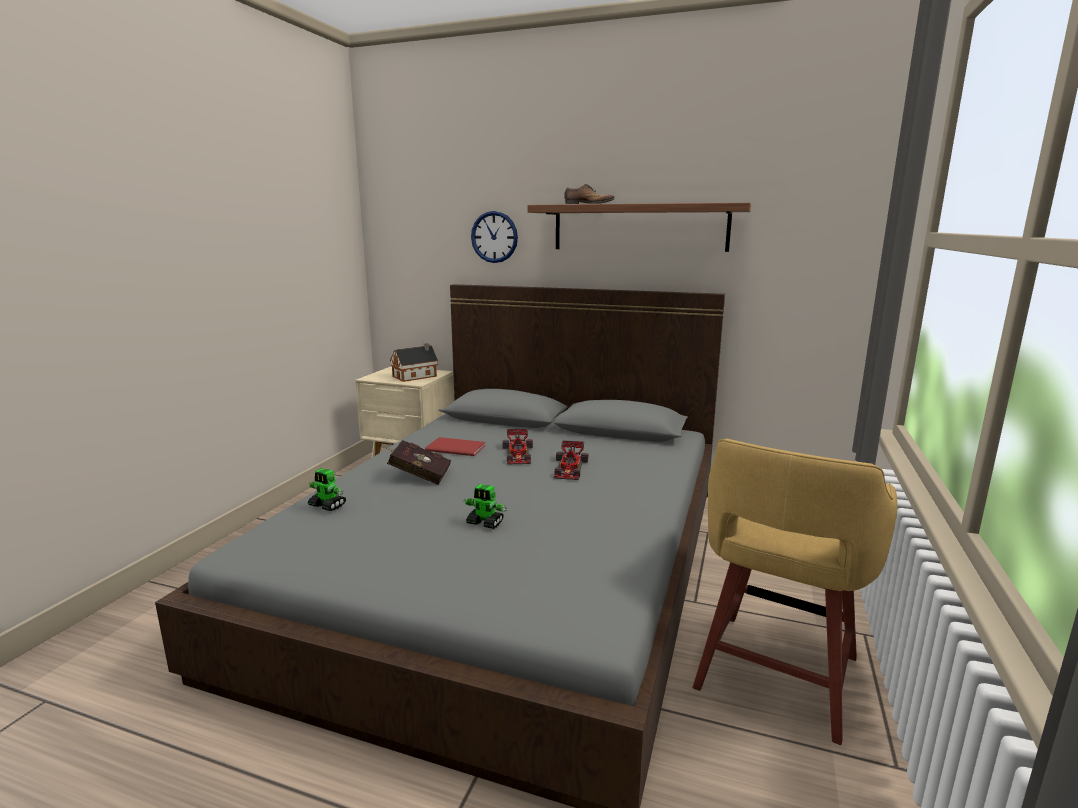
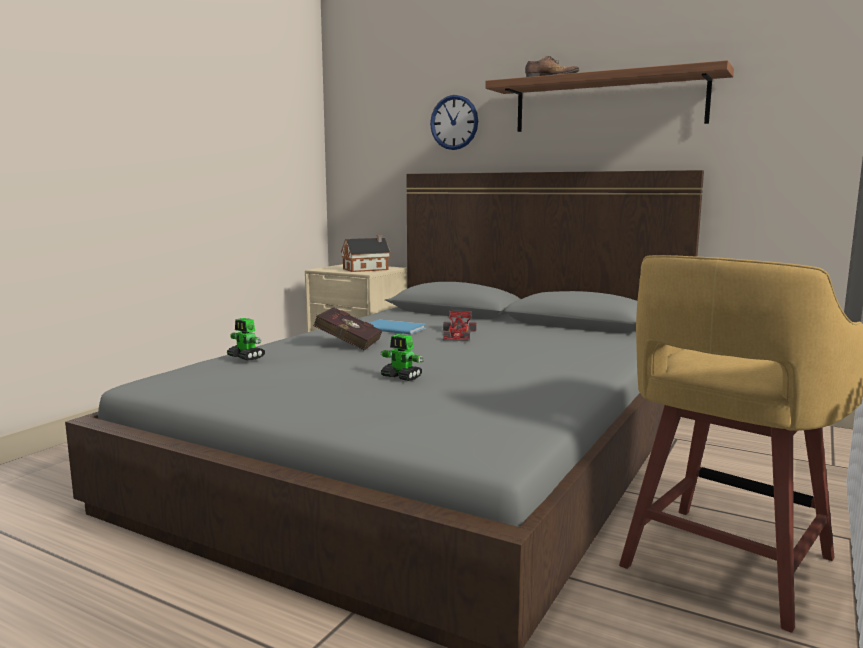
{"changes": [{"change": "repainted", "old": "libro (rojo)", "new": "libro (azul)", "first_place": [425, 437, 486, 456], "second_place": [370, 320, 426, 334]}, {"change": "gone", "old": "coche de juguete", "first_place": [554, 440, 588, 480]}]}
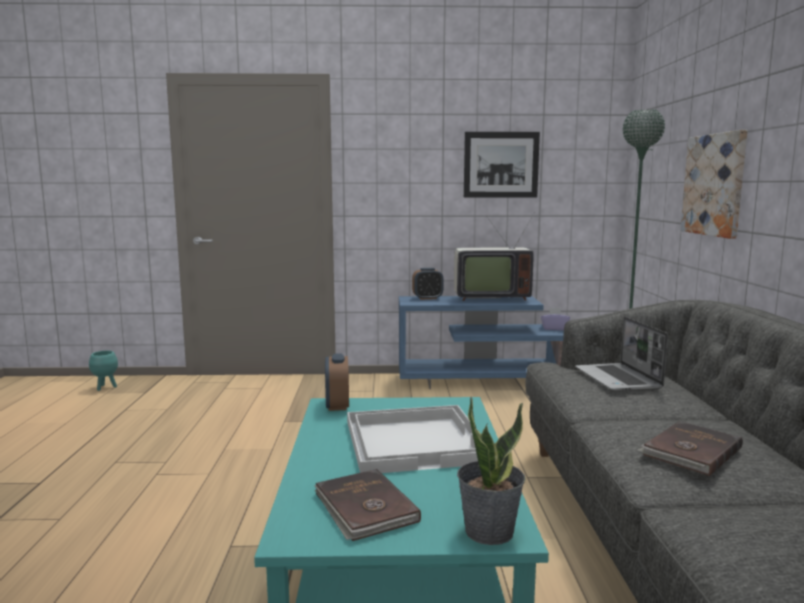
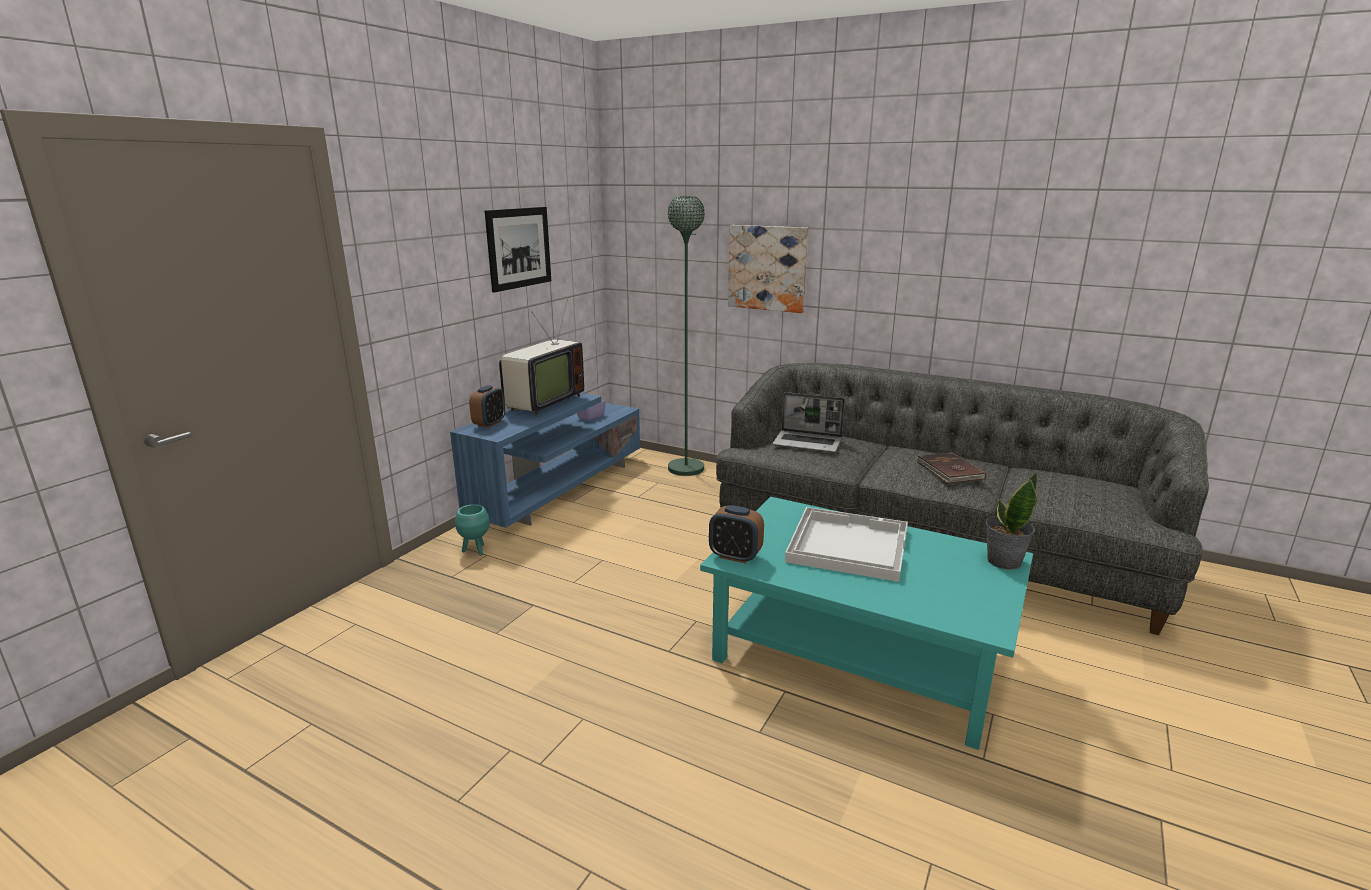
{"changes": [{"change": "shifted", "old": "maceta (turquesa)", "first_place": [89, 351, 118, 391], "second_place": [455, 504, 490, 555]}, {"change": "gone", "old": "libro (marrón)", "first_place": [314, 469, 421, 541]}]}
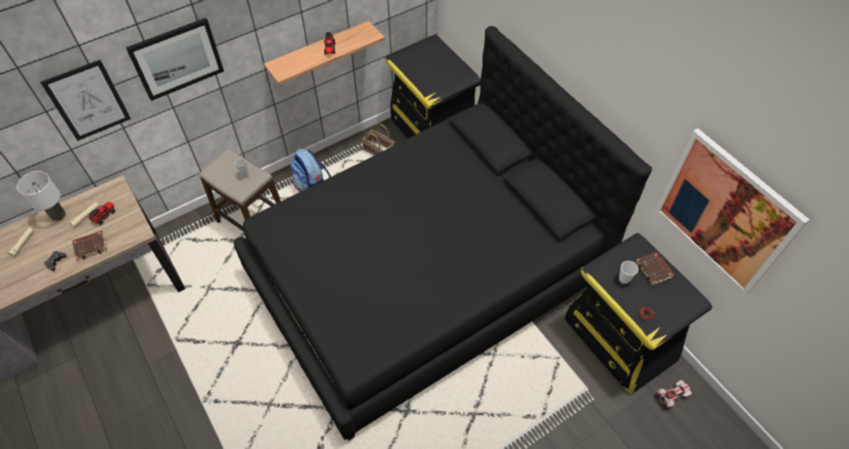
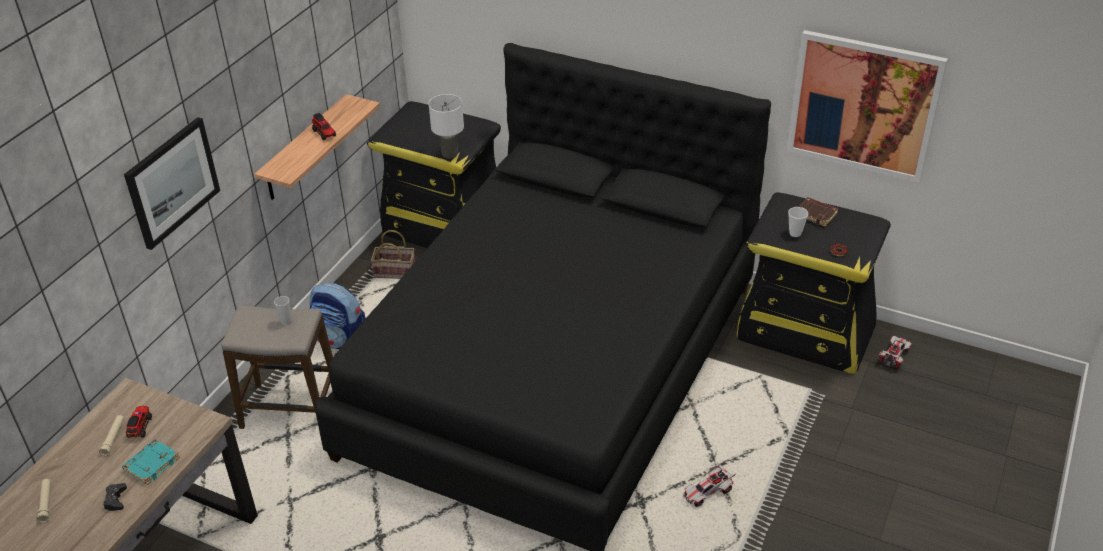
{"changes": [{"change": "repainted", "old": "libro (marrón)", "new": "libro (turquesa)", "first_place": [72, 231, 107, 261], "second_place": [122, 439, 180, 485]}, {"change": "shifted", "old": "lámpara de mesa (blanco)", "first_place": [17, 171, 65, 221], "second_place": [429, 94, 464, 159]}, {"change": "new", "new": "coche de juguete", "second_place": [683, 461, 736, 507]}, {"change": "gone", "old": "cuadro", "first_place": [40, 60, 131, 141]}]}
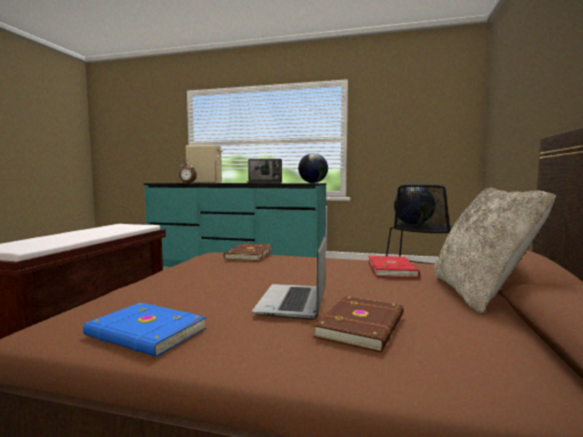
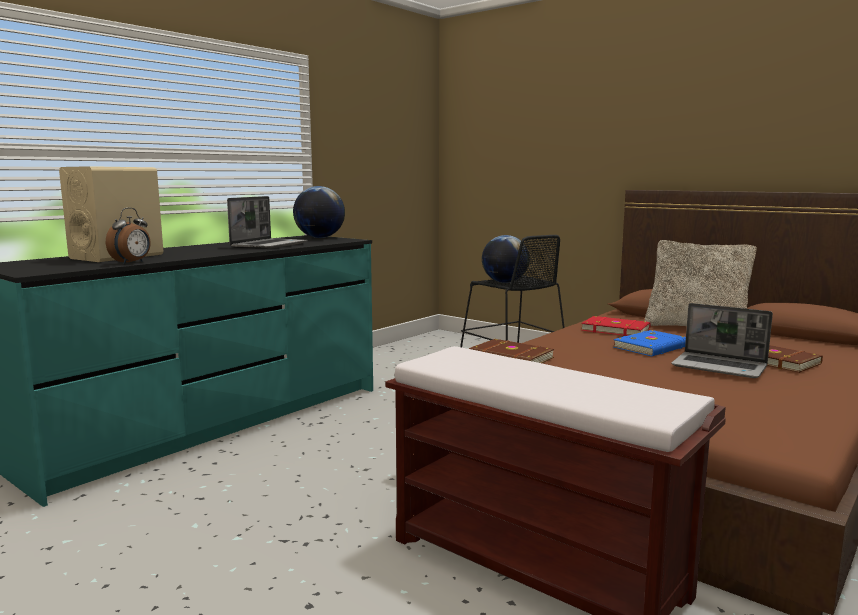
{"changes": [{"change": "shifted", "old": "libro (azul)", "first_place": [83, 302, 207, 357], "second_place": [613, 330, 686, 356]}]}
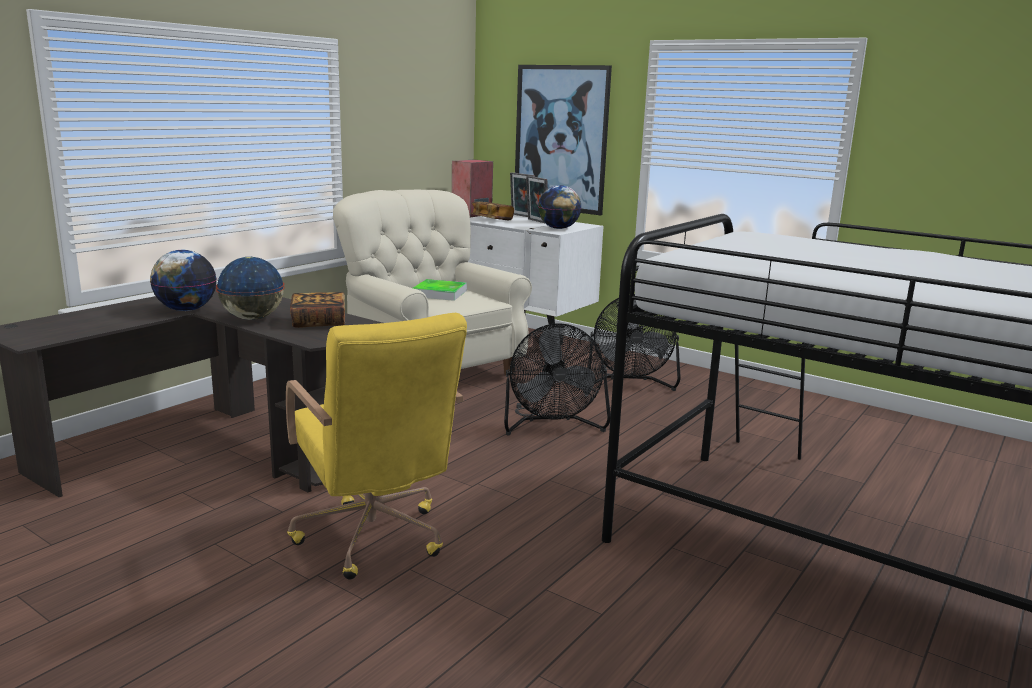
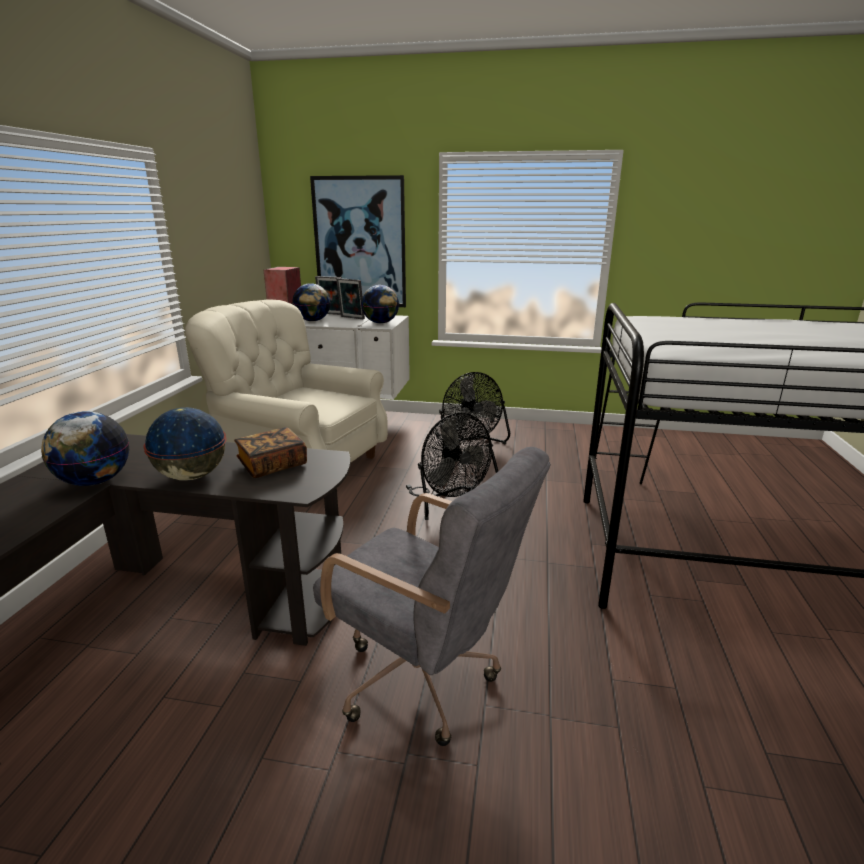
{"changes": [{"change": "swapped", "old": "libro", "new": "globo terráqueo", "first_place": [471, 202, 514, 221], "second_place": [292, 283, 330, 321]}, {"change": "repainted", "old": "silla de oficina (amarillo)", "new": "silla de oficina (gris)", "first_place": [286, 313, 467, 579], "second_place": [313, 447, 551, 746]}, {"change": "gone", "old": "bandeja", "first_place": [413, 279, 467, 301]}]}
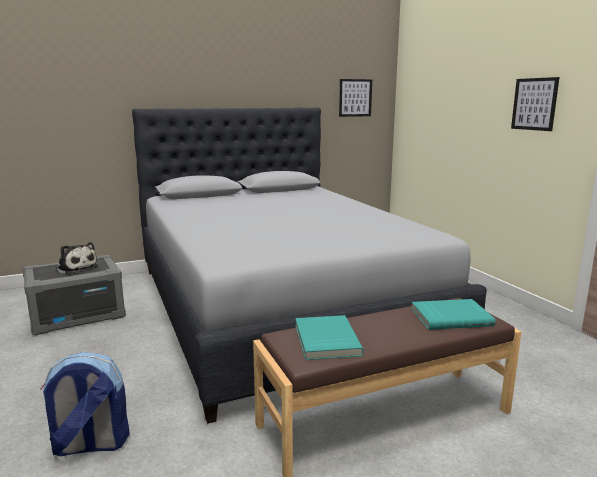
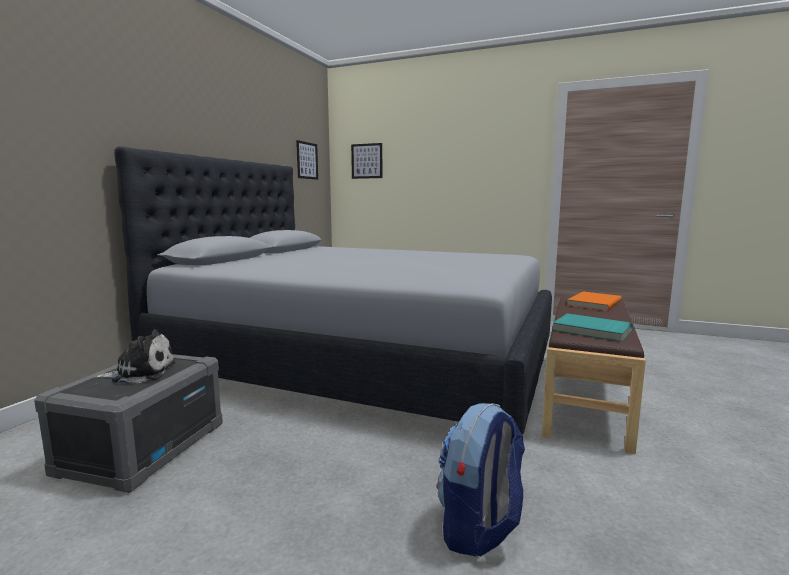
{"changes": [{"change": "shifted", "old": "cuadro", "first_place": [511, 77, 559, 131], "second_place": [351, 143, 382, 179]}, {"change": "repainted", "old": "libro (turquesa)", "new": "libro (naranja)", "first_place": [411, 299, 496, 330], "second_place": [567, 292, 622, 311]}]}
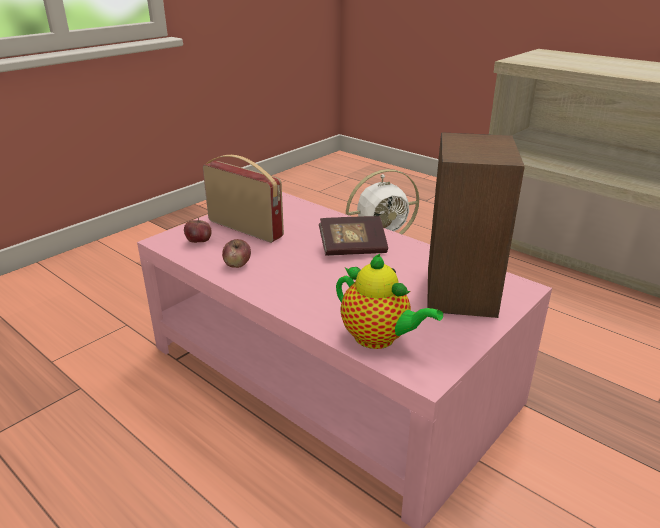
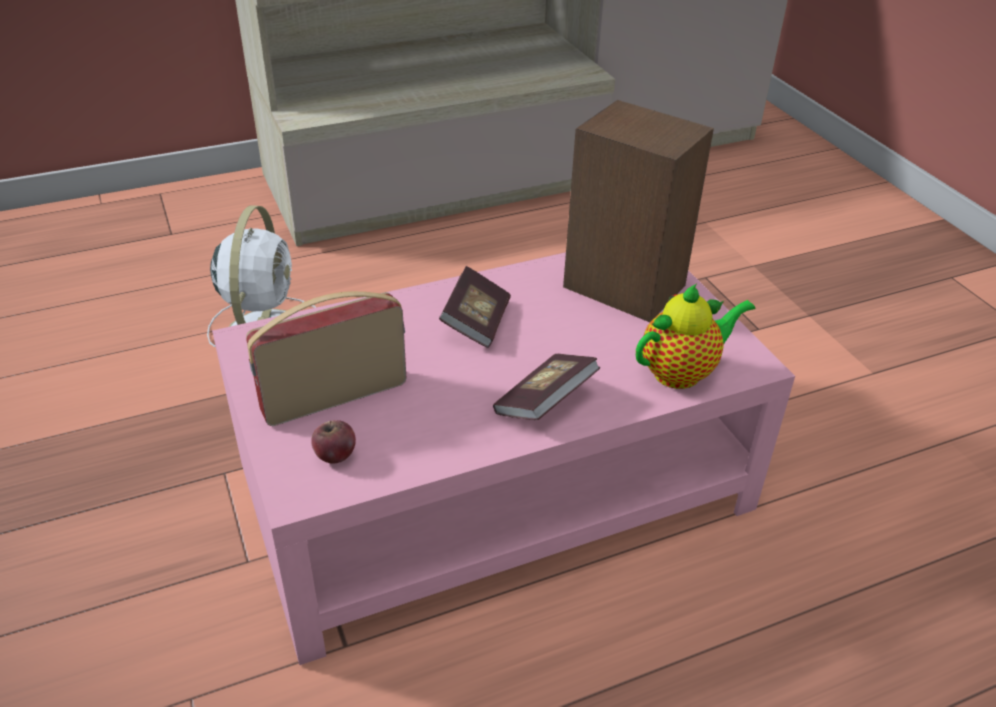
{"changes": [{"change": "new", "new": "libro", "second_place": [493, 354, 601, 420]}, {"change": "gone", "old": "manzana", "first_place": [222, 239, 251, 268]}]}
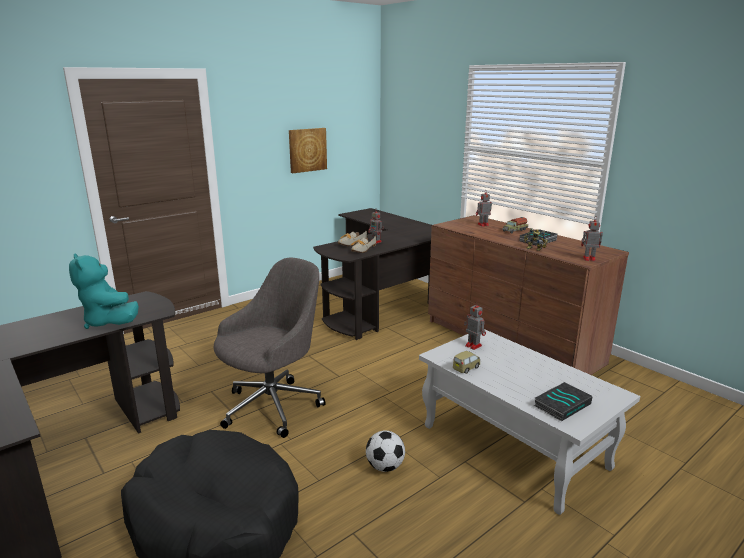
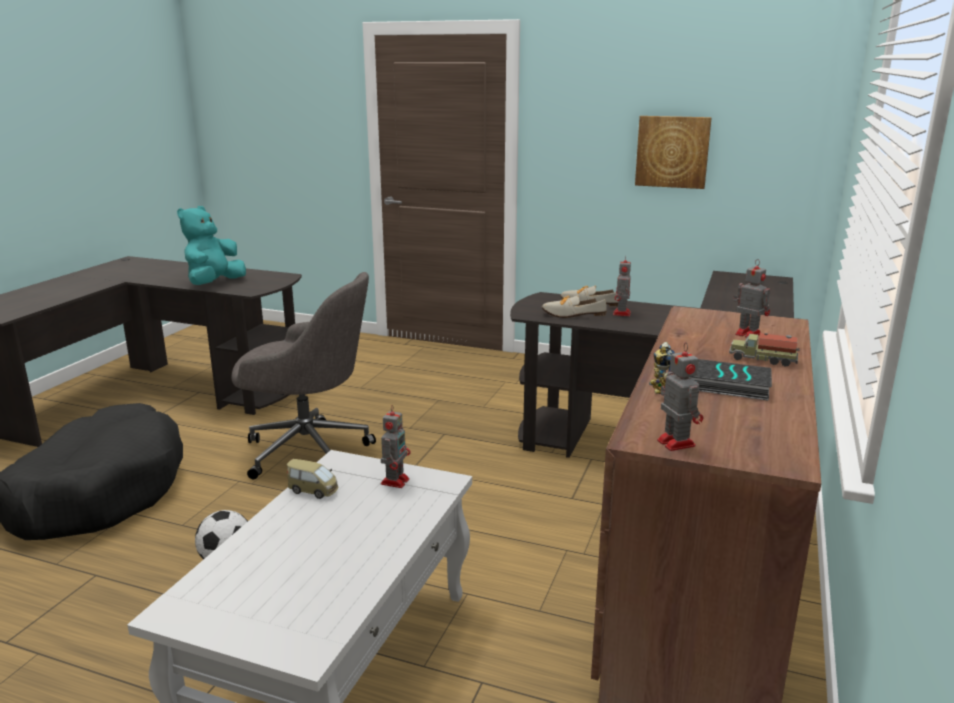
{"changes": [{"change": "gone", "old": "libro", "first_place": [534, 382, 593, 421]}]}
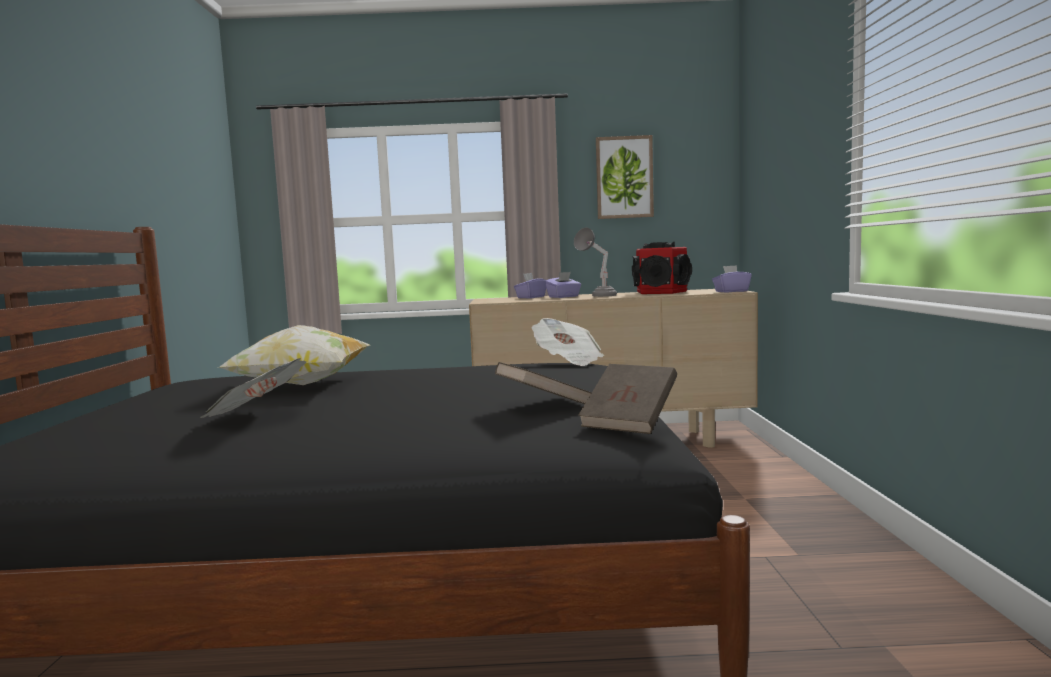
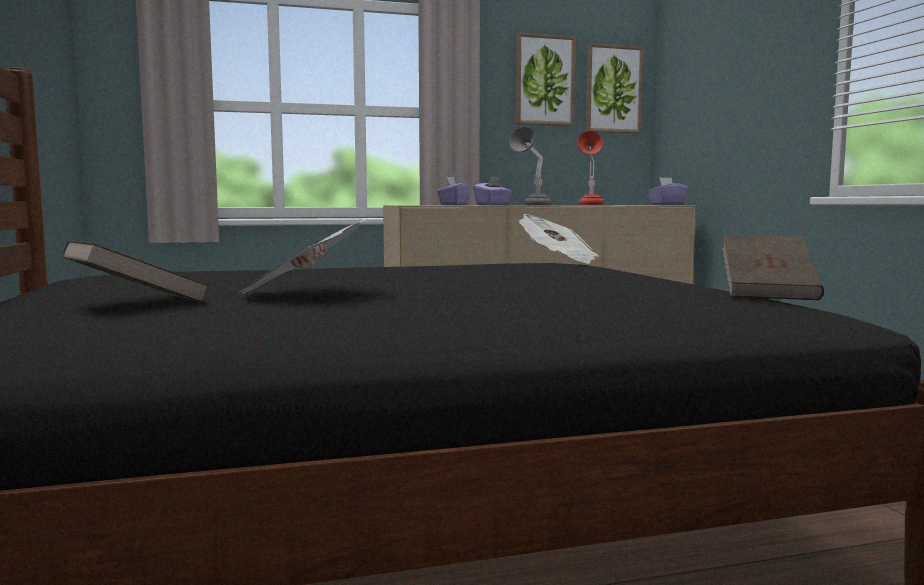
{"changes": [{"change": "shifted", "old": "libro (marrón)", "first_place": [495, 362, 591, 404], "second_place": [62, 240, 209, 302]}, {"change": "swapped", "old": "altavoz", "new": "lámpara de mesa (rojo)", "first_place": [632, 242, 692, 294], "second_place": [577, 131, 605, 205]}, {"change": "new", "new": "cuadro", "second_place": [586, 43, 644, 133]}, {"change": "gone", "old": "cojín", "first_place": [219, 325, 370, 385]}]}
